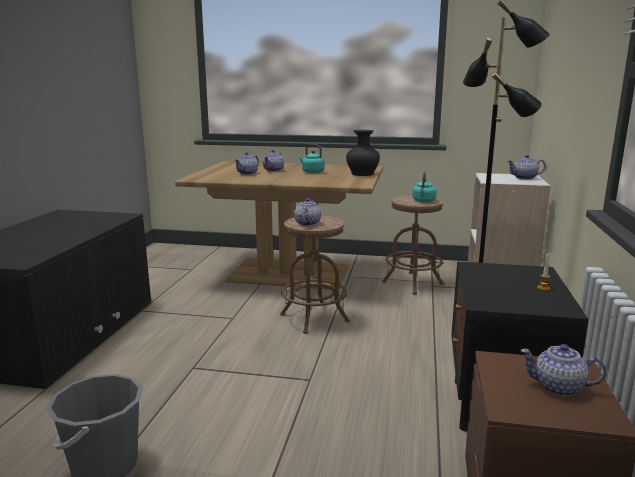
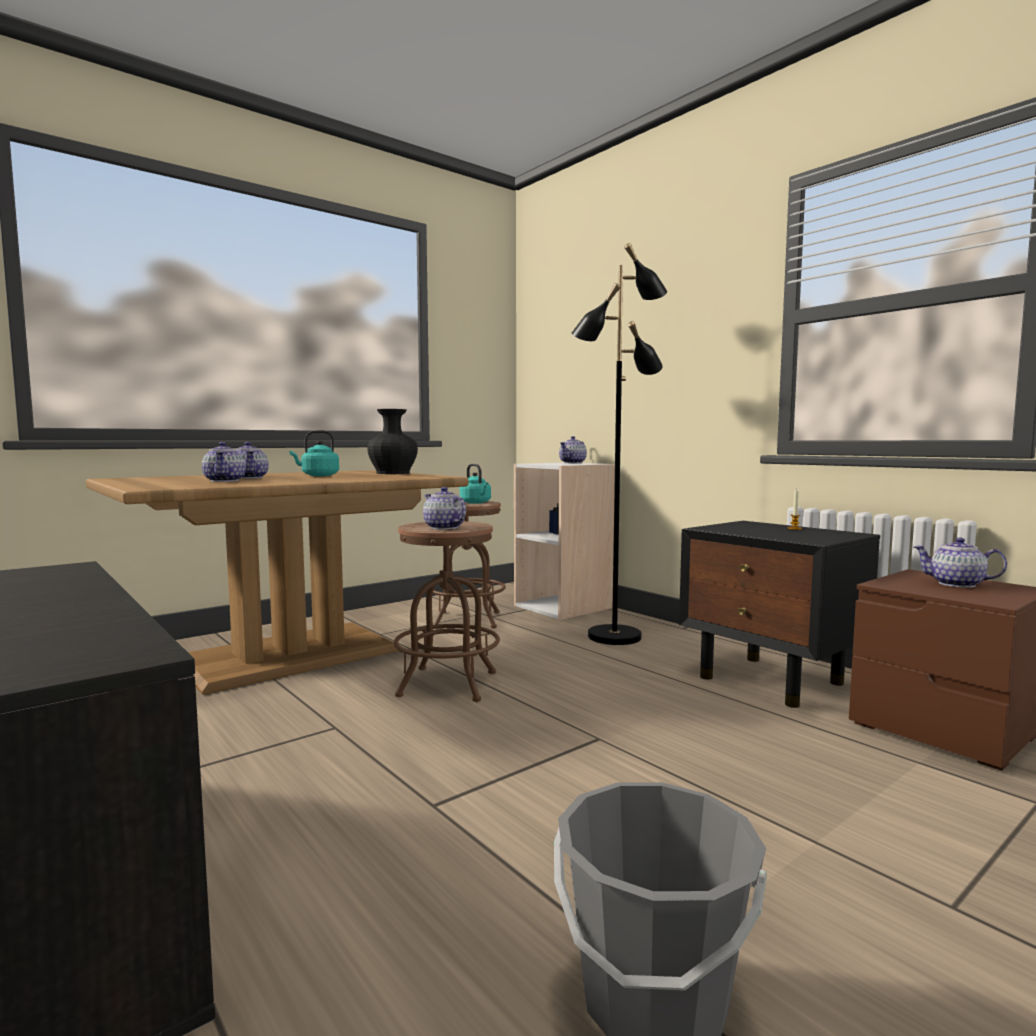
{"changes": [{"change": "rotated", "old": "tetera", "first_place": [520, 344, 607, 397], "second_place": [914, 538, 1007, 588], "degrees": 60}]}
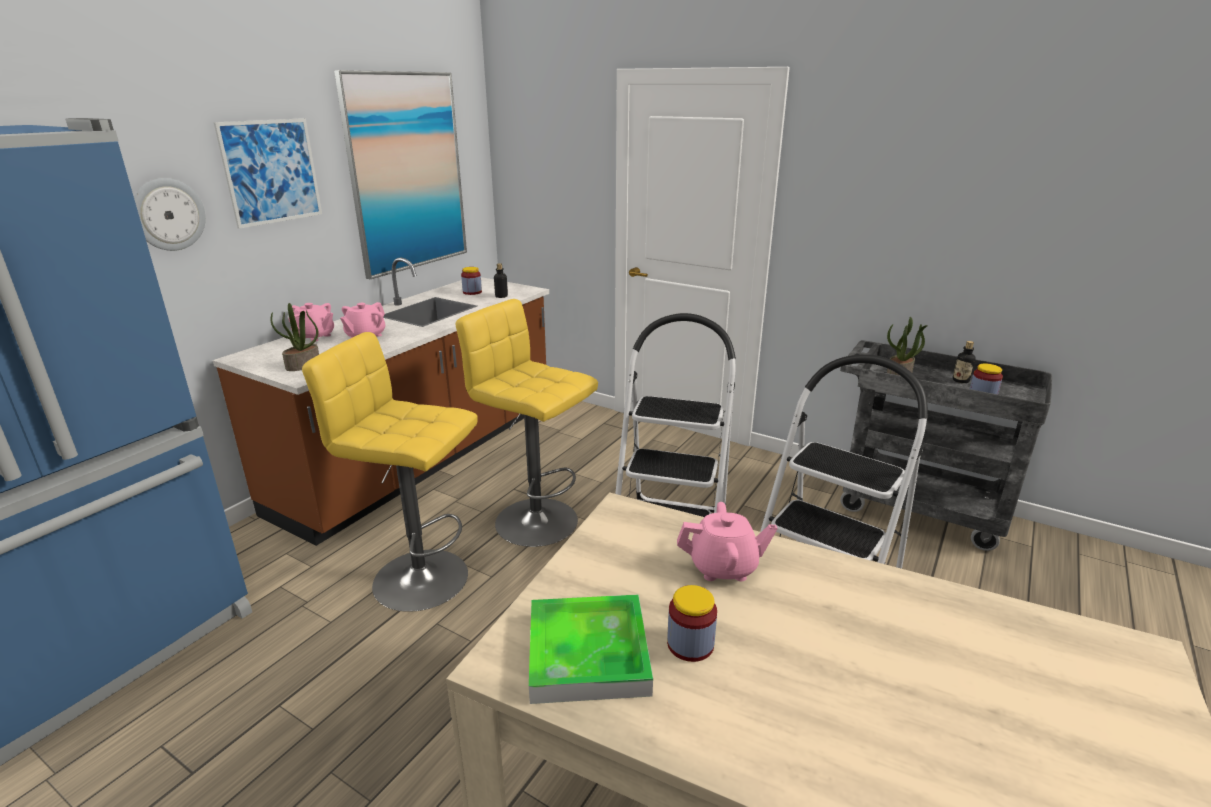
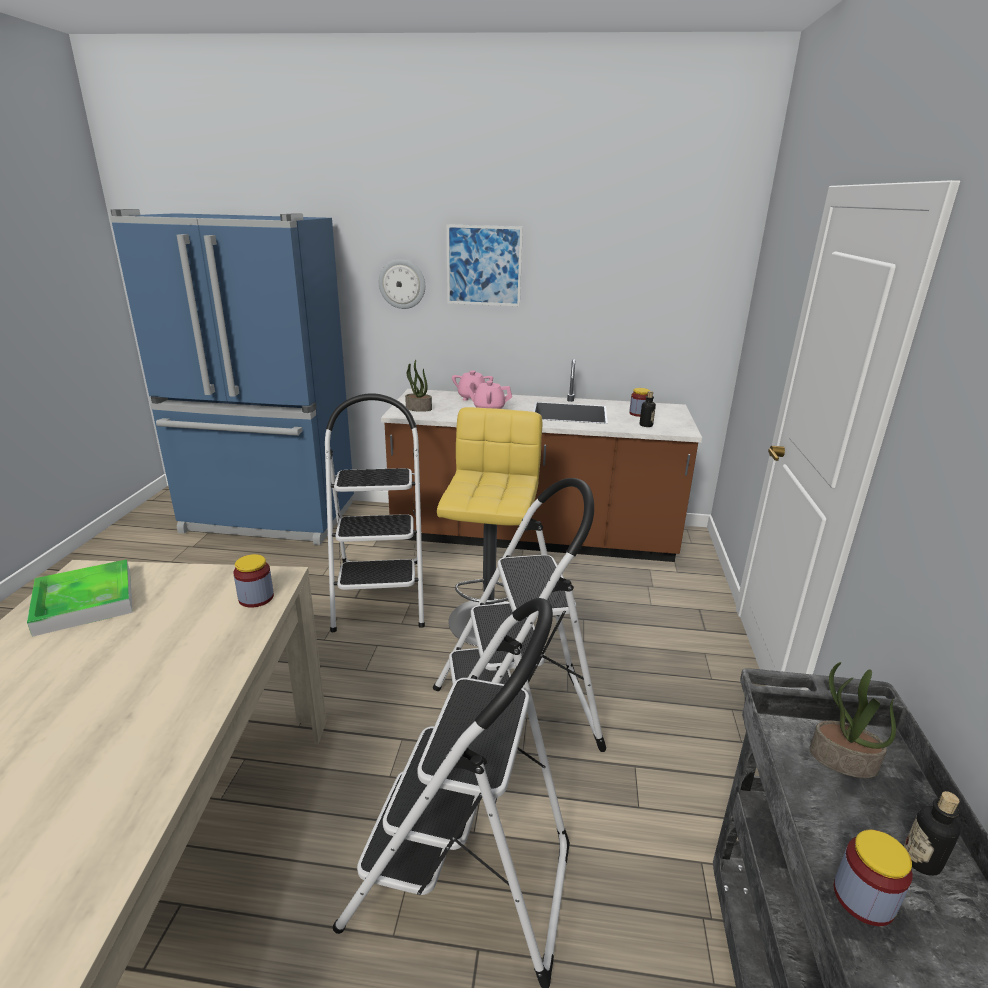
{"changes": [{"change": "shifted", "old": "tarro", "first_place": [667, 585, 717, 662], "second_place": [233, 554, 274, 608]}, {"change": "swapped", "old": "taburete (amarillo)", "new": "escalera de tijera", "first_place": [302, 332, 478, 612], "second_place": [325, 393, 425, 632]}, {"change": "gone", "old": "cuadro", "first_place": [334, 70, 467, 279]}, {"change": "gone", "old": "tetera (rosa)", "first_place": [677, 502, 778, 581]}]}
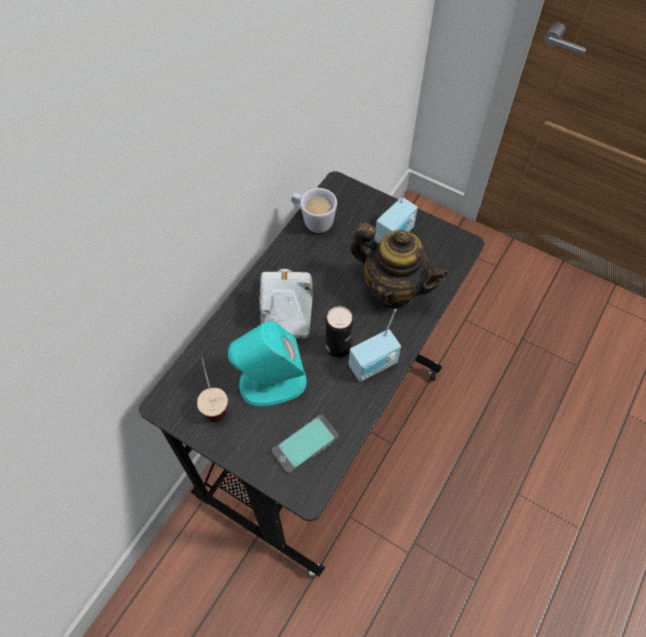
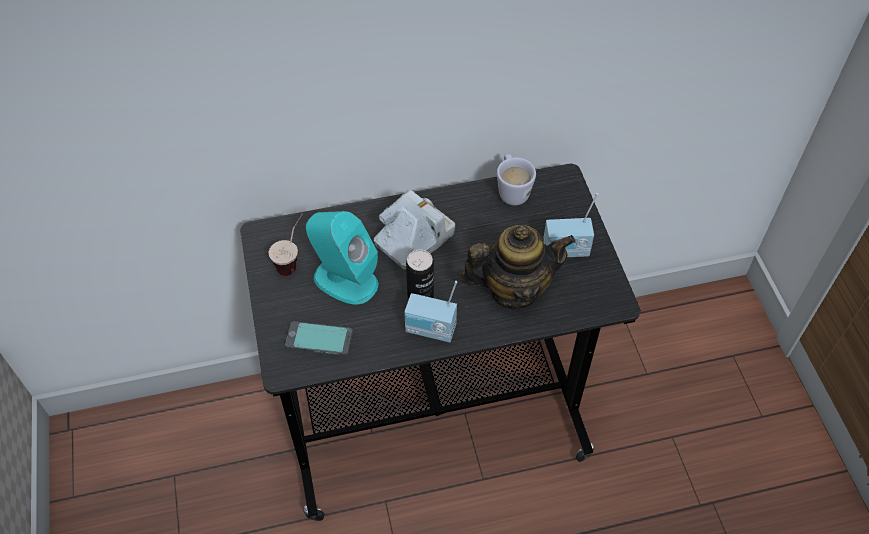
{"changes": [{"change": "rotated", "old": "tetera", "first_place": [350, 223, 449, 308], "second_place": [460, 225, 576, 310], "degrees": -90}]}
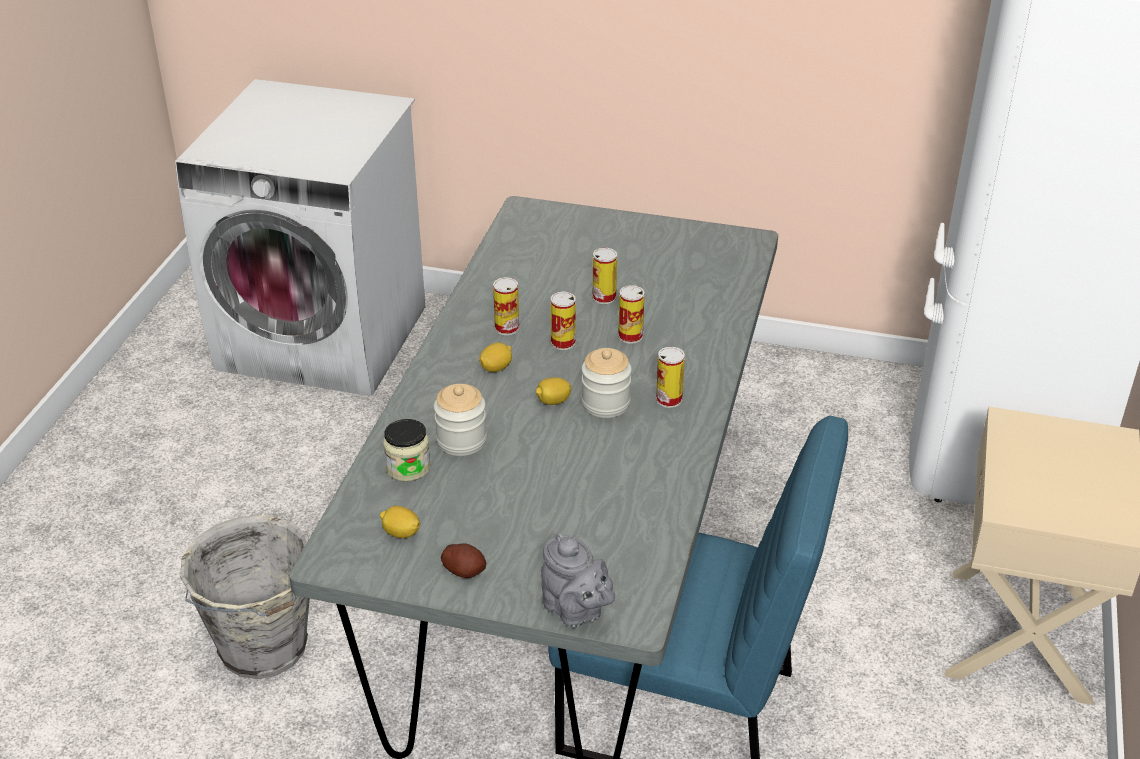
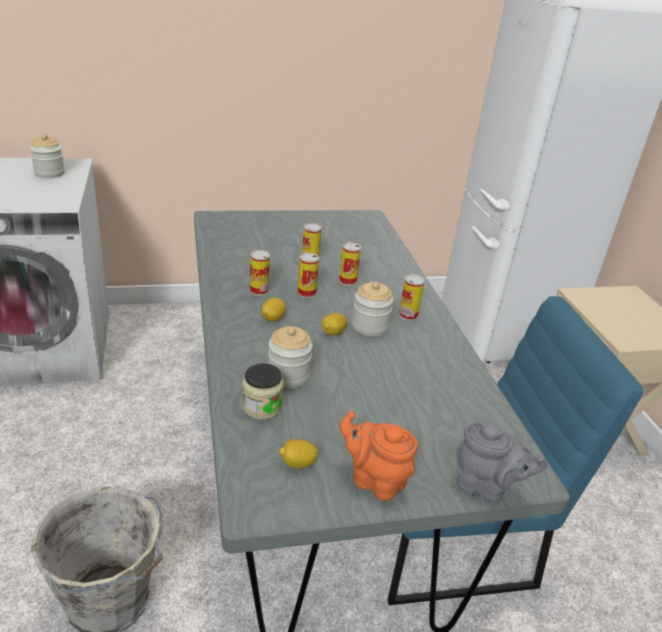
{"changes": [{"change": "new", "new": "tarro", "second_place": [30, 134, 65, 178]}, {"change": "swapped", "old": "patata", "new": "tetera (naranja)", "first_place": [441, 544, 486, 578], "second_place": [340, 411, 417, 501]}]}
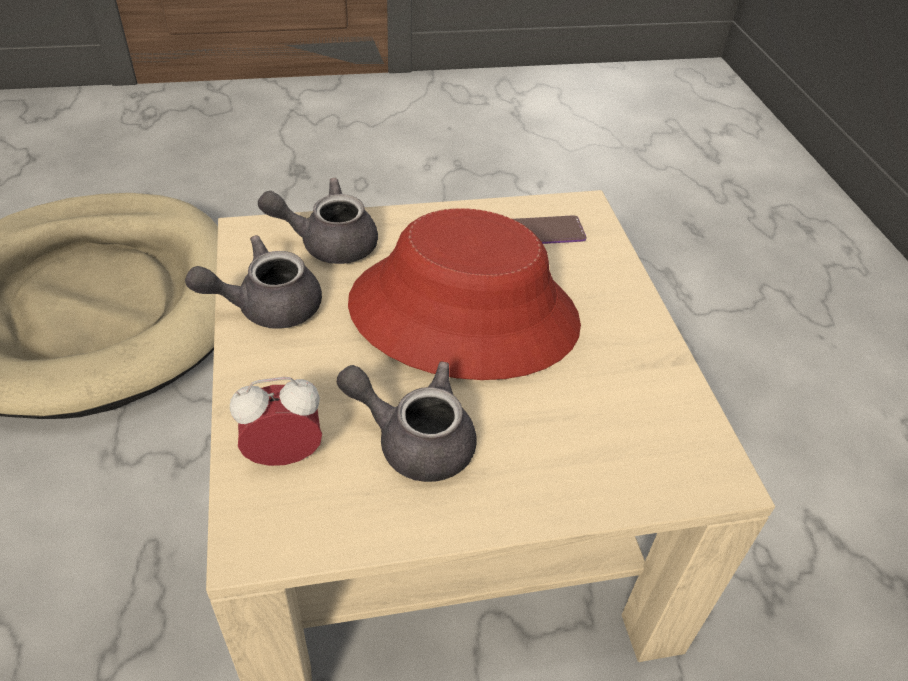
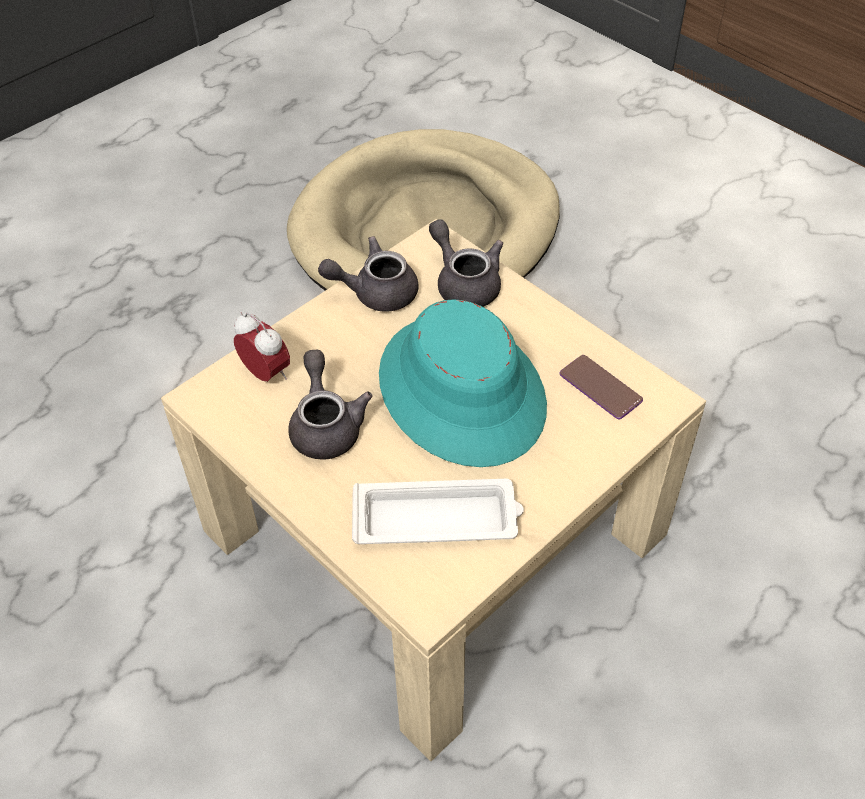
{"changes": [{"change": "rotated", "old": "tetera (gris)", "first_place": [185, 235, 322, 329], "second_place": [318, 236, 418, 312], "degrees": -45}, {"change": "new", "new": "bandeja (blanco)", "second_place": [352, 479, 524, 544]}, {"change": "repainted", "old": "sombrero (rojo)", "new": "sombrero (turquesa)", "first_place": [348, 208, 581, 380], "second_place": [379, 299, 547, 467]}]}
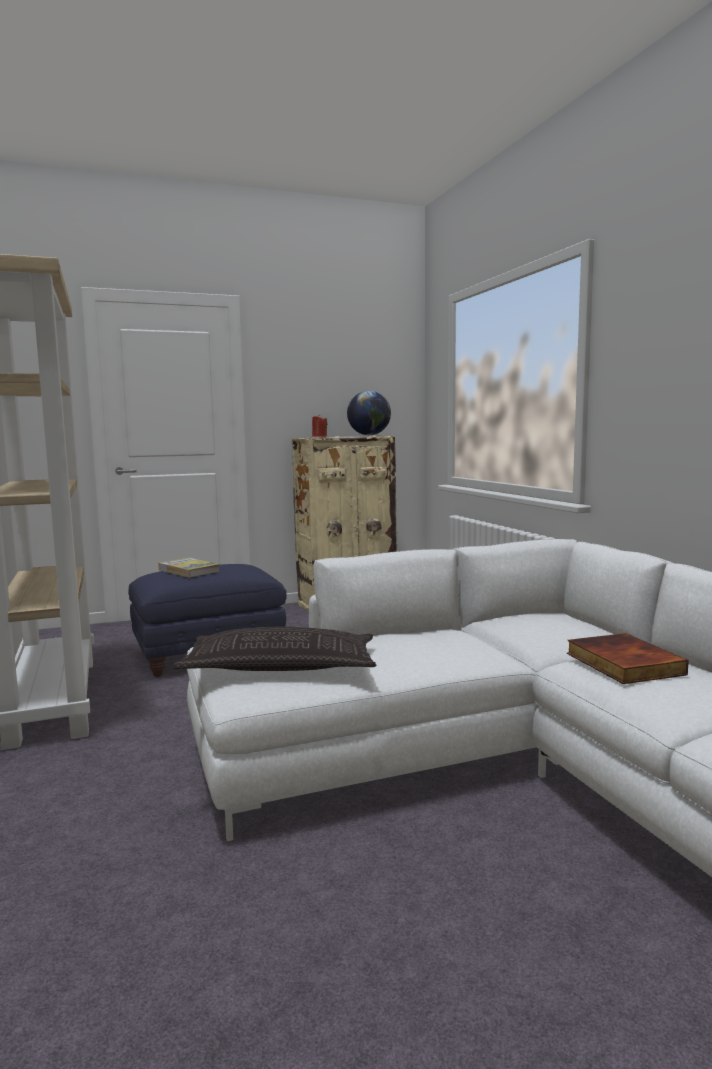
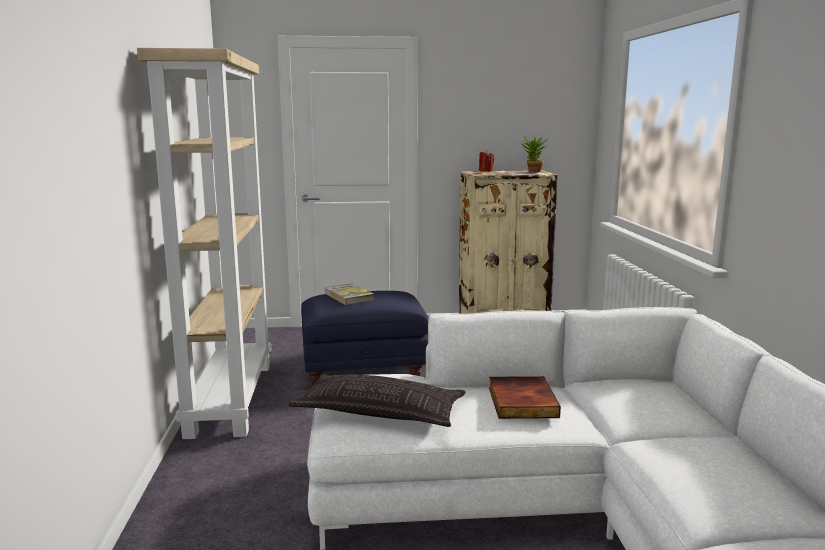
{"changes": [{"change": "shifted", "old": "libro", "first_place": [567, 633, 689, 684], "second_place": [489, 376, 561, 419]}, {"change": "swapped", "old": "globo terráqueo", "new": "planta en maceta", "first_place": [347, 391, 391, 435], "second_place": [522, 136, 546, 172]}]}
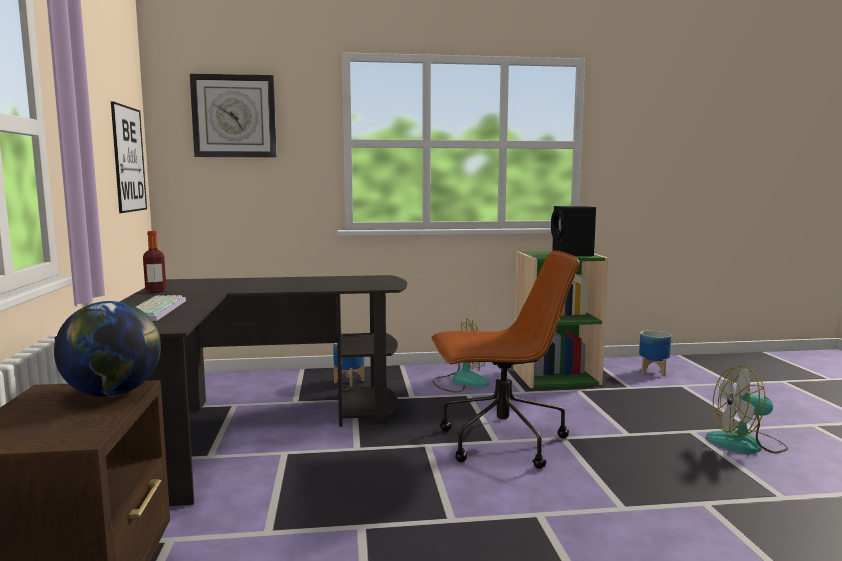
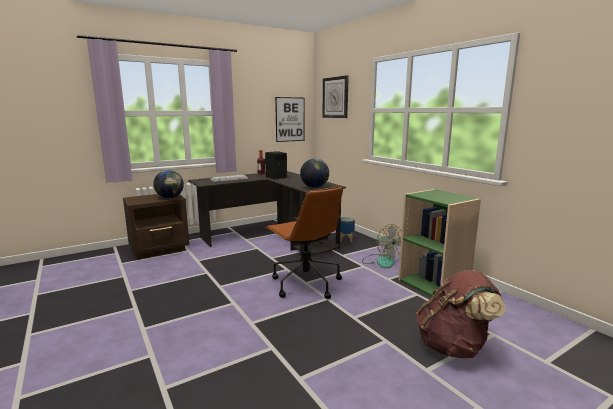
{"changes": [{"change": "shifted", "old": "altavoz (negro)", "first_place": [551, 206, 596, 256], "second_place": [265, 151, 287, 180]}, {"change": "new", "new": "globo terráqueo", "second_place": [300, 159, 329, 188]}, {"change": "new", "new": "mochila (marrón)", "second_place": [416, 270, 506, 359]}, {"change": "gone", "old": "maceta", "first_place": [639, 330, 671, 376]}, {"change": "gone", "old": "ventilador", "first_place": [706, 365, 788, 454]}]}
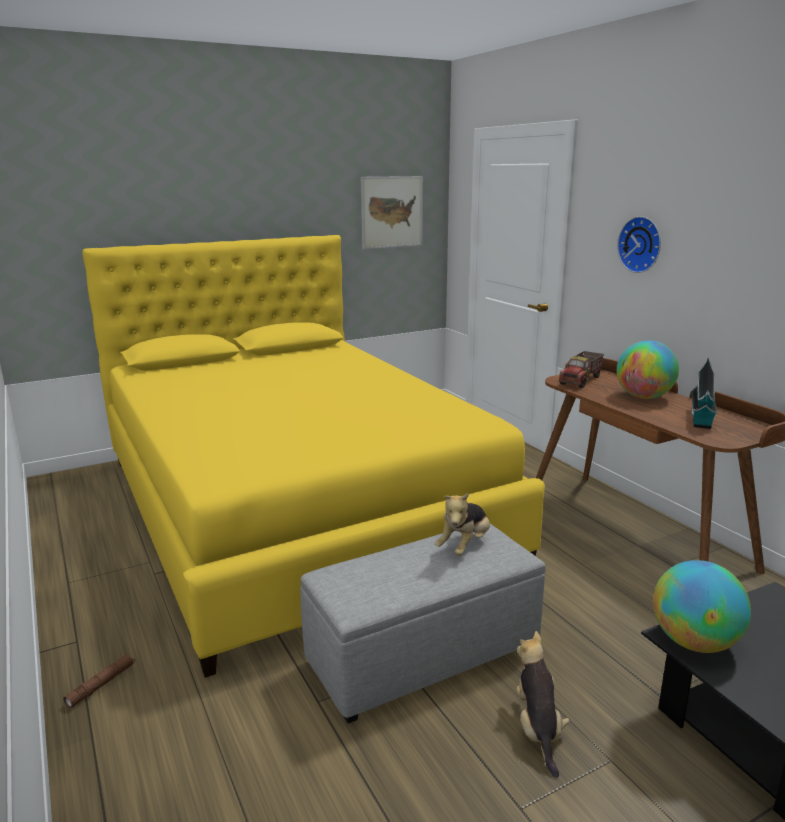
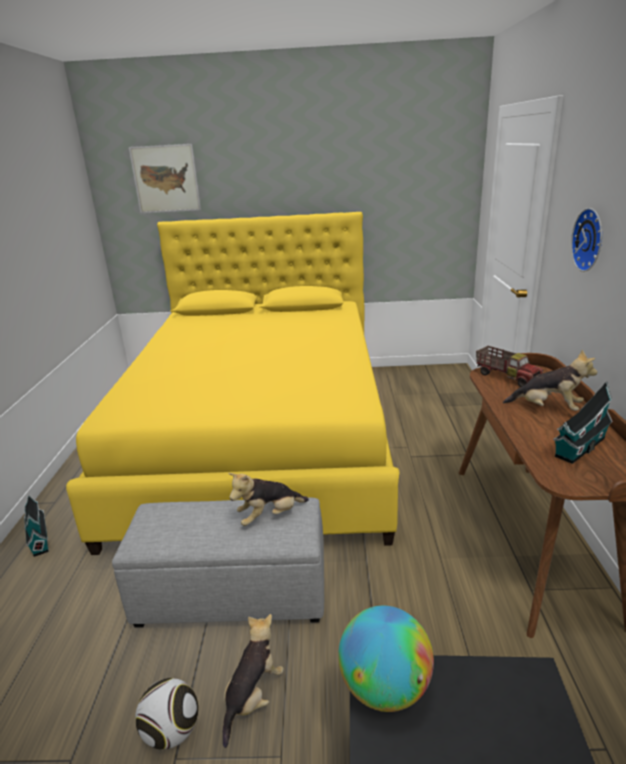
{"changes": [{"change": "swapped", "old": "linterna (marrón)", "new": "casita", "first_place": [63, 654, 135, 708], "second_place": [24, 495, 49, 557]}, {"change": "shifted", "old": "cuadro", "first_place": [361, 176, 423, 249], "second_place": [129, 144, 201, 214]}, {"change": "new", "new": "balón de fútbol", "second_place": [135, 678, 198, 749]}, {"change": "rotated", "old": "camión de juguete", "first_place": [559, 351, 604, 388], "second_place": [476, 346, 544, 387], "degrees": -105}, {"change": "swapped", "old": "globo terráqueo", "new": "peluche", "first_place": [617, 340, 679, 399], "second_place": [503, 350, 597, 411]}]}
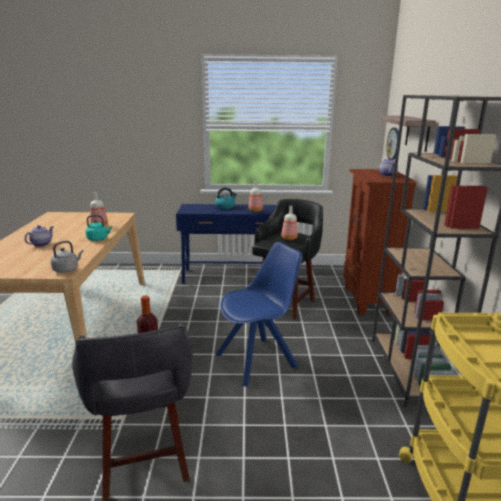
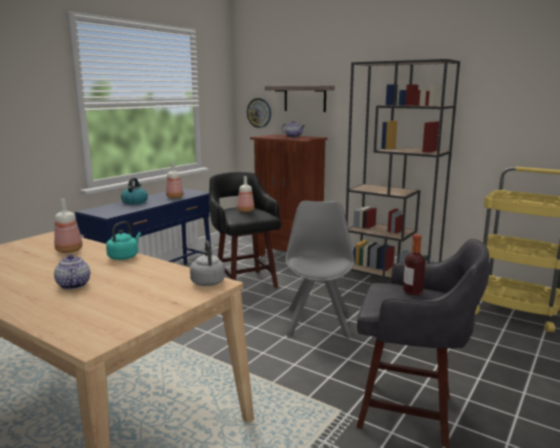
{"changes": [{"change": "repainted", "old": "silla (azul)", "new": "silla (gris)", "first_place": [215, 242, 303, 386], "second_place": [285, 201, 355, 338]}]}
